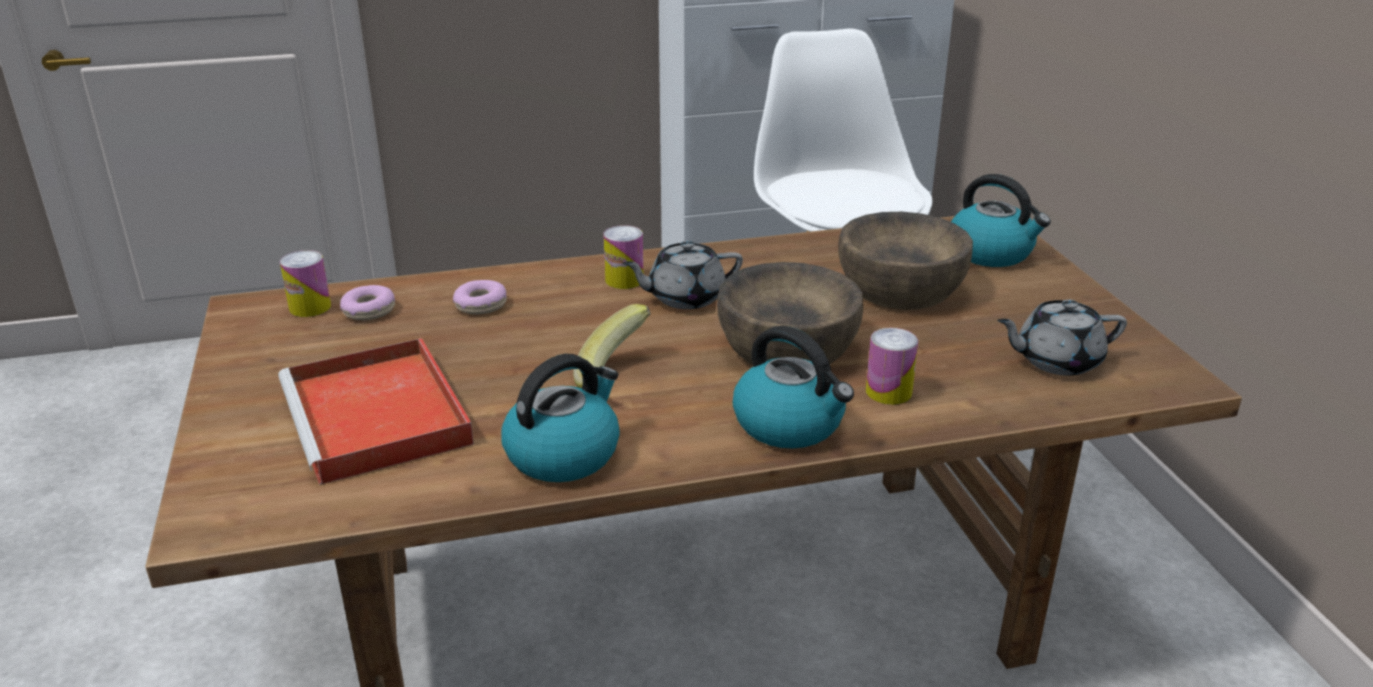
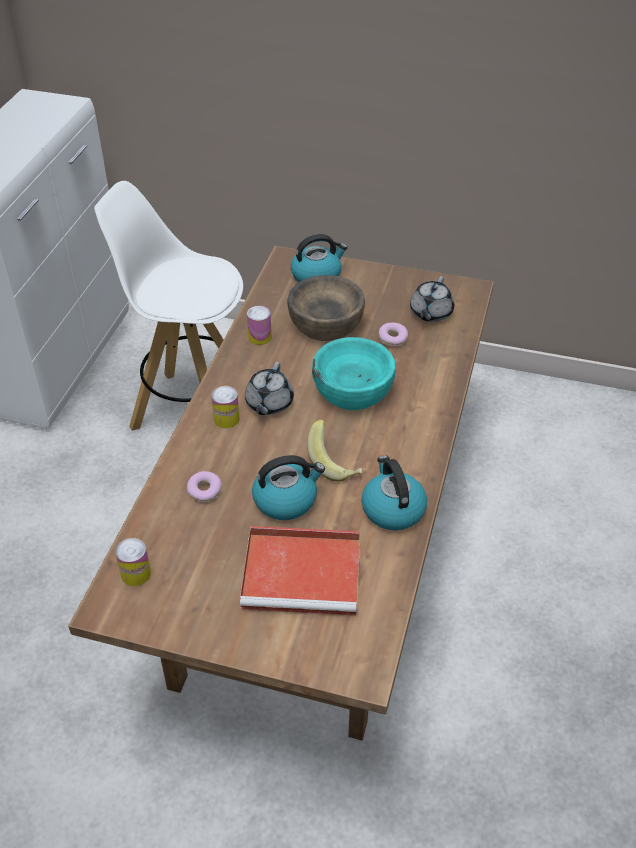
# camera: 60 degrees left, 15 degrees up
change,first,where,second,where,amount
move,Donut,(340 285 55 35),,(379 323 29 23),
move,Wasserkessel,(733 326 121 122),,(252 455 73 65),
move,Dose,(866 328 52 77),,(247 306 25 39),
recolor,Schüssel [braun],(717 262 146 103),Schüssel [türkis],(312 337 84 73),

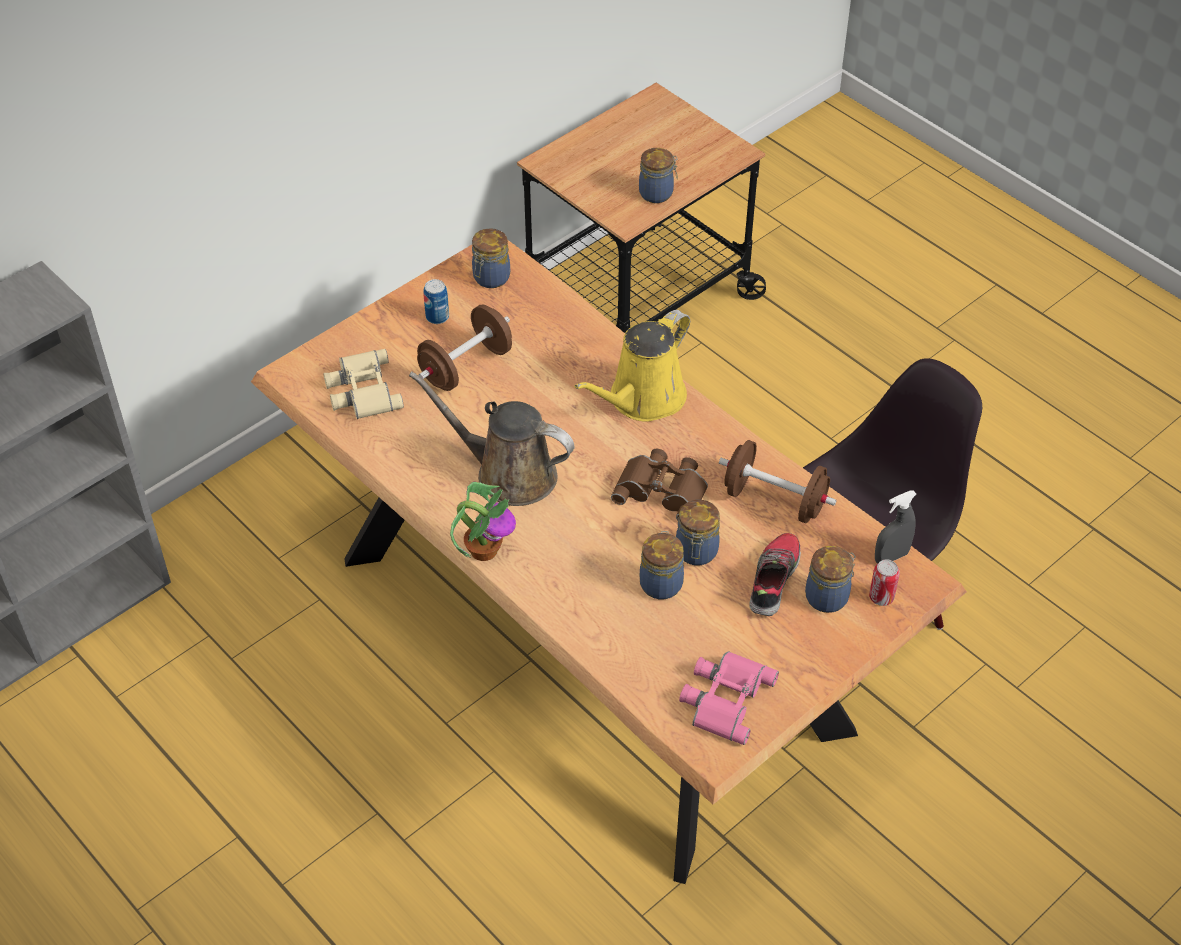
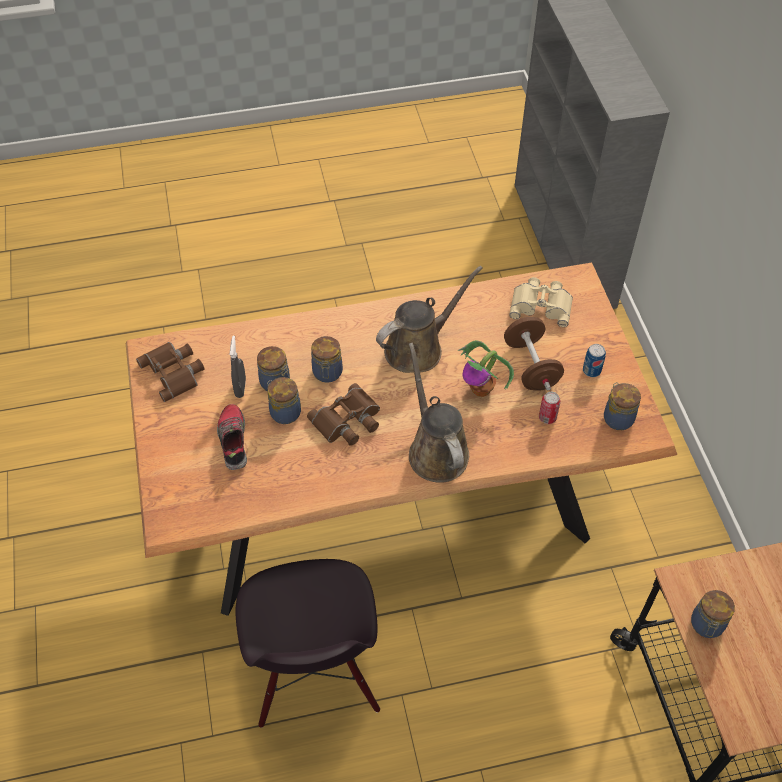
# camera: 120 degrees right, 5 degrees up
change,first,where,second,where,amount
delete,Hantel [braun],(719 440 118 83),,,
move,Topfpflanze,(450 482 66 79),,(457 340 57 57),
move,Vorratsglas,(805 546 51 67),,(311 336 32 47),
move,Dose,(869 559 31 47),,(539 392 22 32),
move,Sprühflasche [grau],(875 491 41 73),,(230 336 16 62),
recolor,Gießkanne [gelb],(574 310 116 112),Gießkanne [braun],(409 342 60 141),
recolor,Fernglas [rosa],(679 651 100 94),Fernglas [braun],(136 342 69 60),
rotate,Schuh,(749 533 52 83),,(217 404 30 66),150 degrees counterclockwise

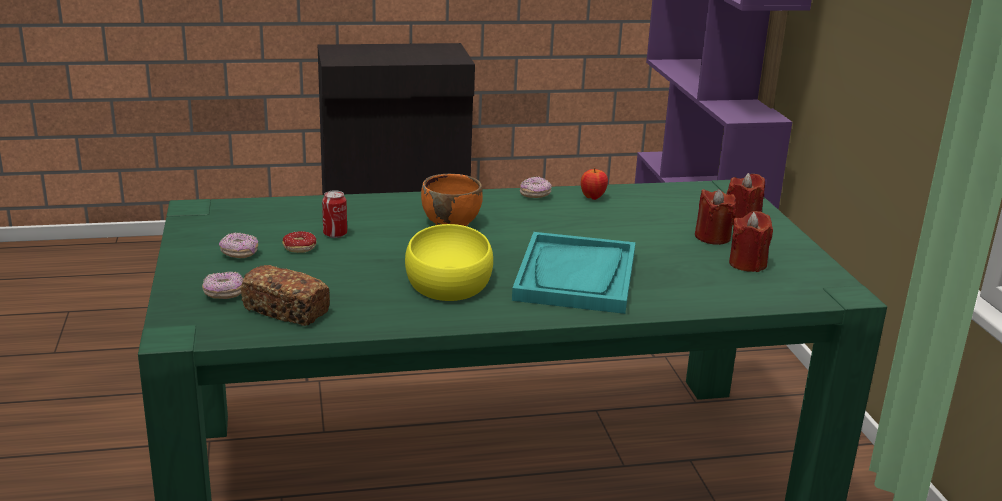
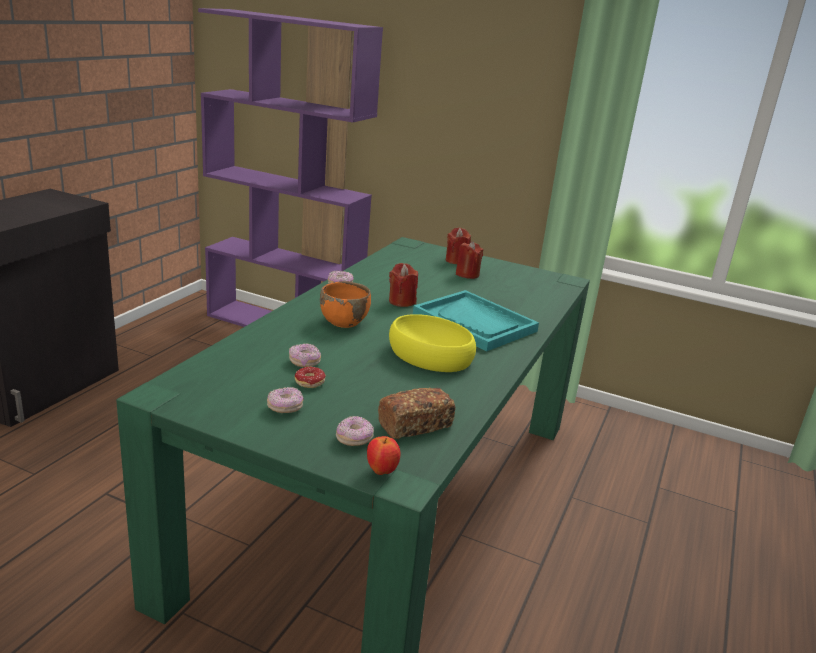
# camera: 55 degrees left, 0 degrees up
change,first,where,second,where,amount
move,Apfel,(581 168 27 32),,(367 436 33 39),
move,Kerze [rot],(729 211 44 61),,(389 263 29 44),
replace,Dose,(322 190 25 48),Donut,(289 343 32 24),

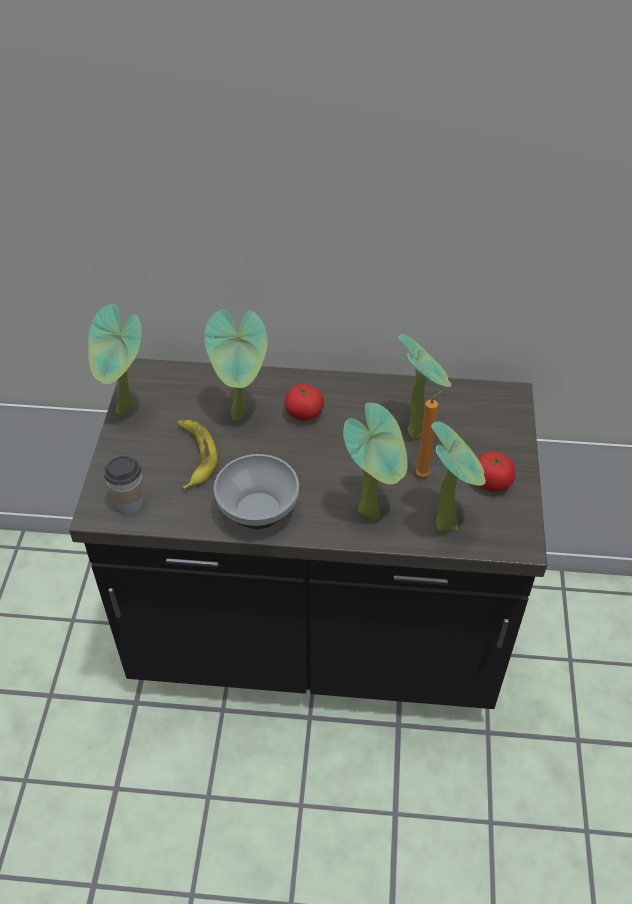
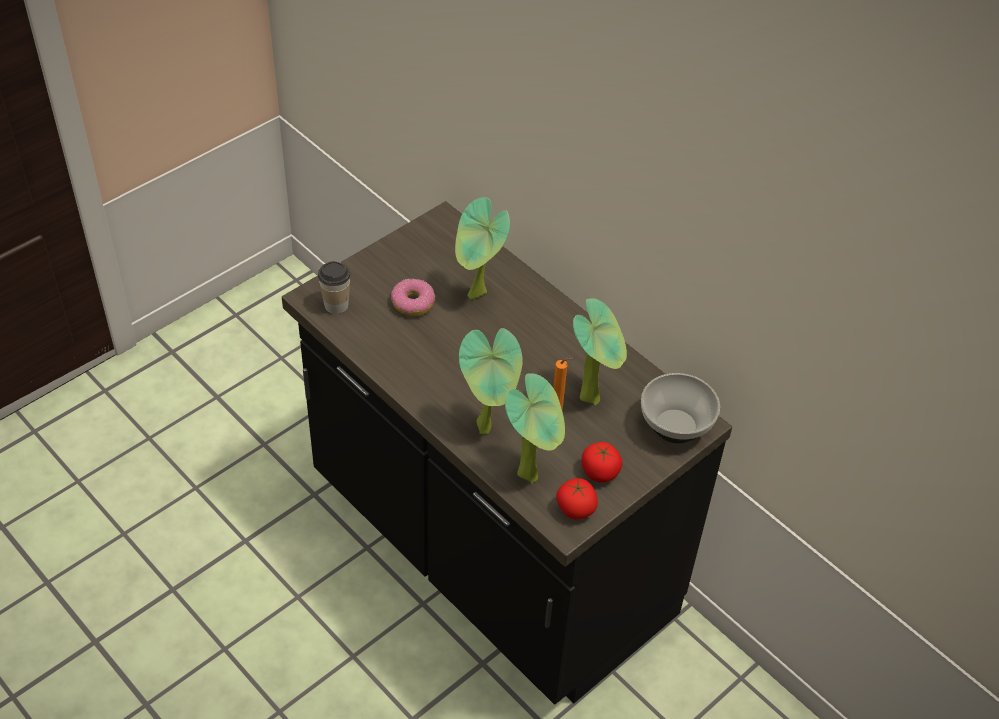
# camera: 40 degrees right, 0 degrees up
change,first,where,second,where,amount
delete,Topfpflanze,(88 304 54 112),,,
move,Schüssel,(214 454 85 75),,(641 373 79 70),
move,Tomate,(285 384 39 37),,(556 478 42 42),
replace,Banane,(178 420 40 69),Donut,(391 279 44 37),

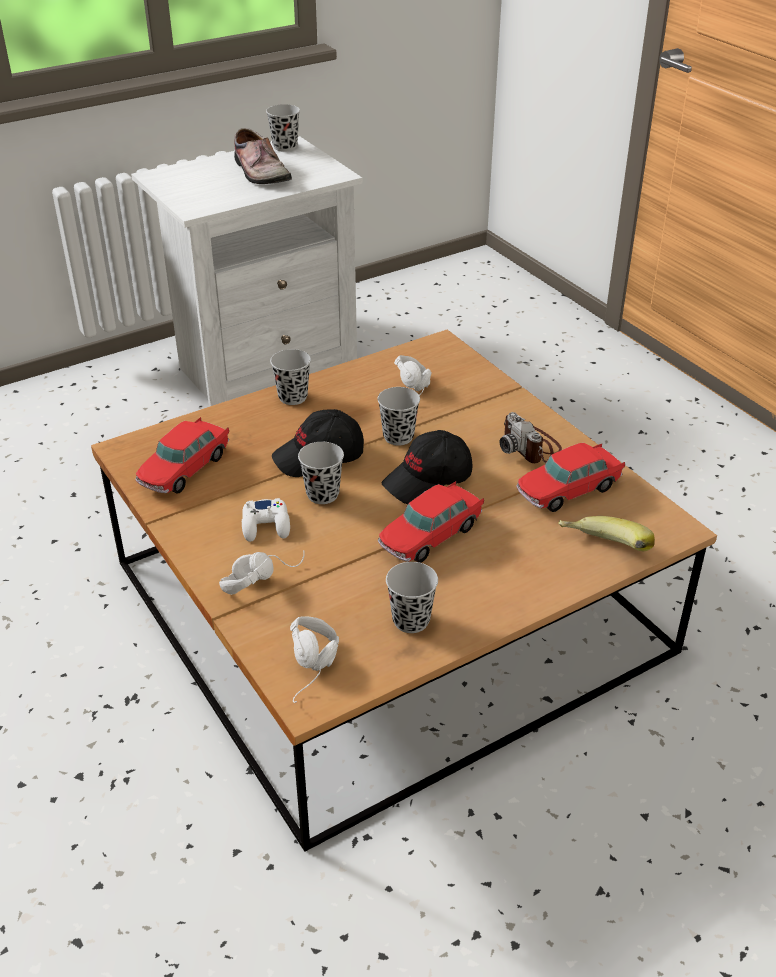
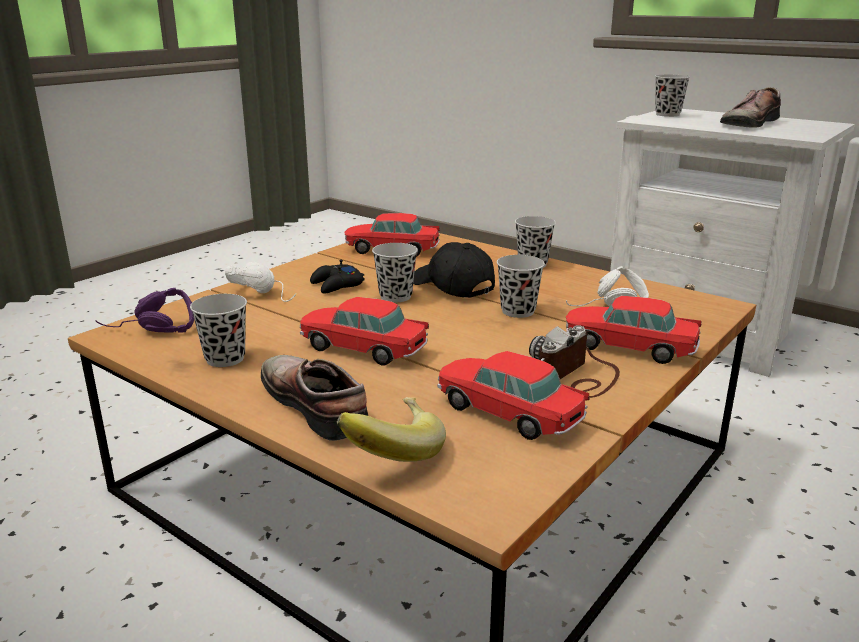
# camera: 70 degrees right, 15 degrees down
change,first,where,second,where,amount
delete,Kappe [schwarz],(382 430 90 74),,,
insert,,,Schuh,(261 355 107 86),
insert,,,Spielzeugauto,(566 296 136 68),
move,Tasse [schwarz],(266 104 34 48),,(655 75 35 42),
recolor,Gamepad [weiß],(242 498 48 44),Gamepad [schwarz],(310 260 54 34),
recolor,Kopfhörer [weiß],(290 616 49 87),Kopfhörer [lila],(95 288 99 45),

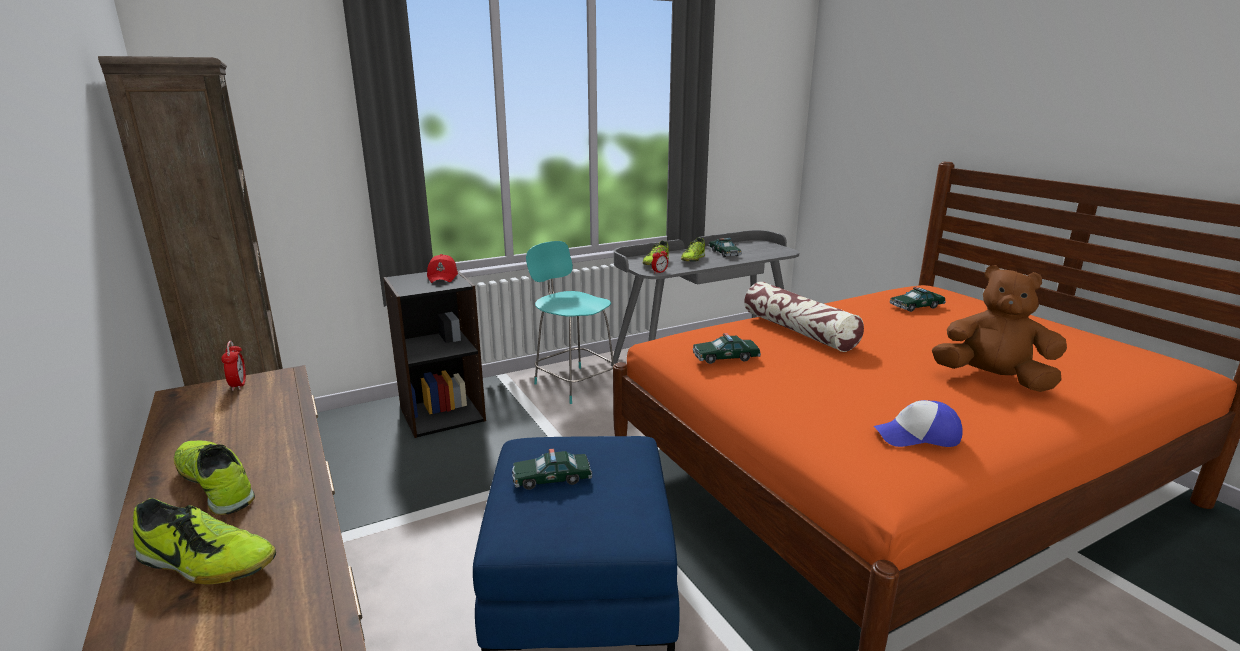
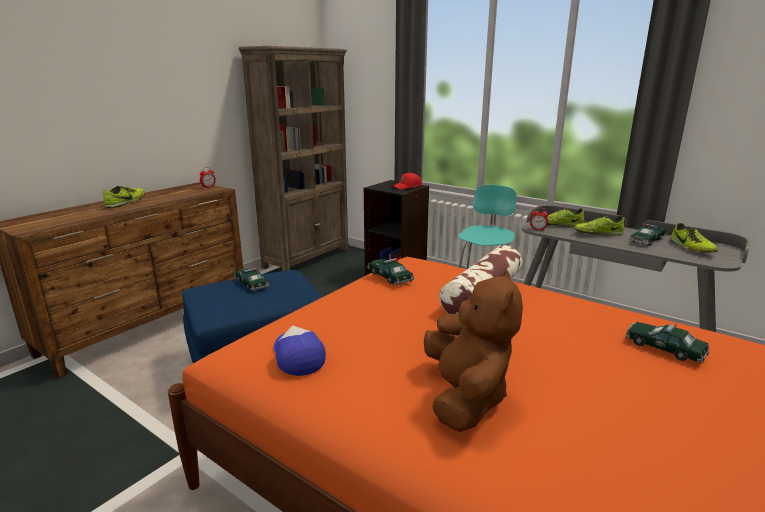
# camera: 65 degrees right, 0 degrees up
change,first,where,second,where,amount
move,Schuh,(133 498 143 86),,(670 223 48 30),

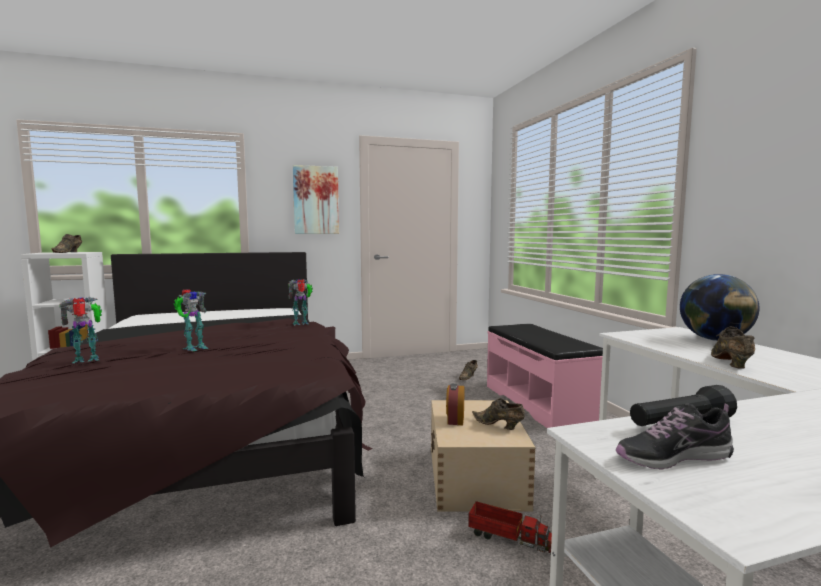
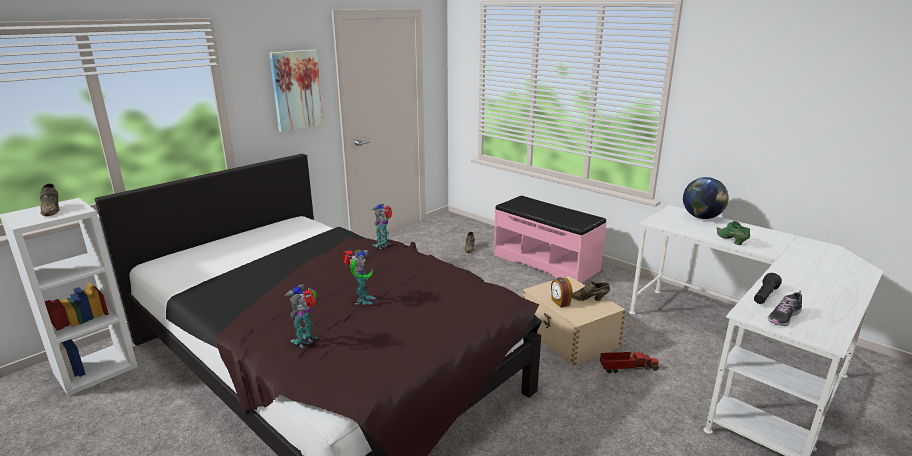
# camera: 30 degrees left, 15 degrees up
change,first,where,second,where,amount
recolor,Schuh [braun],(711 327 44 42),Schuh [grün],(717 221 33 24),

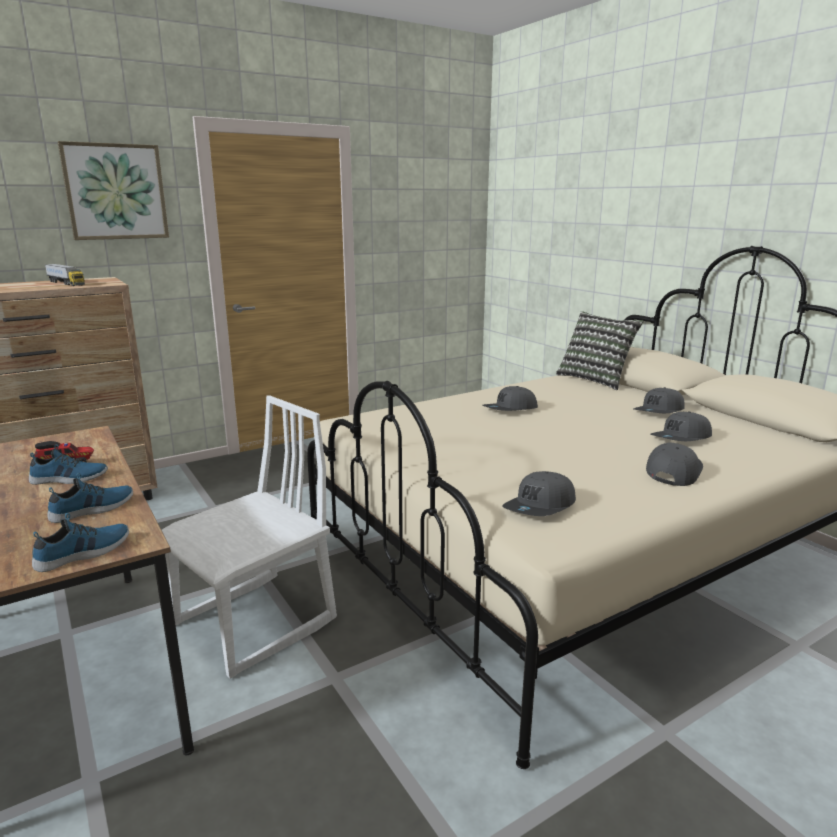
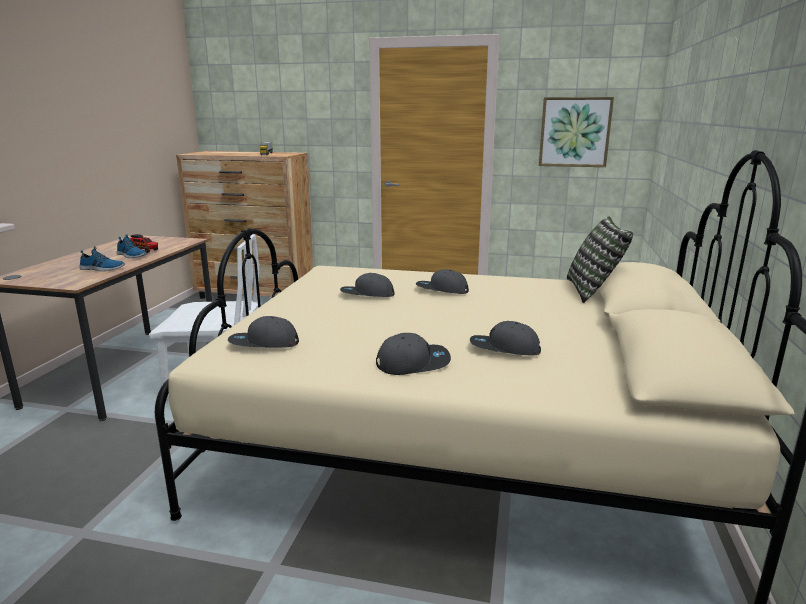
# camera: 45 degrees right, 0 degrees up
change,first,where,second,where,amount
delete,Schuh,(32 513 97 59),,,
move,Bild,(57 141 112 99),,(539 97 75 70),
move,Kappe [grau],(634 387 51 26),,(340 273 55 24),

